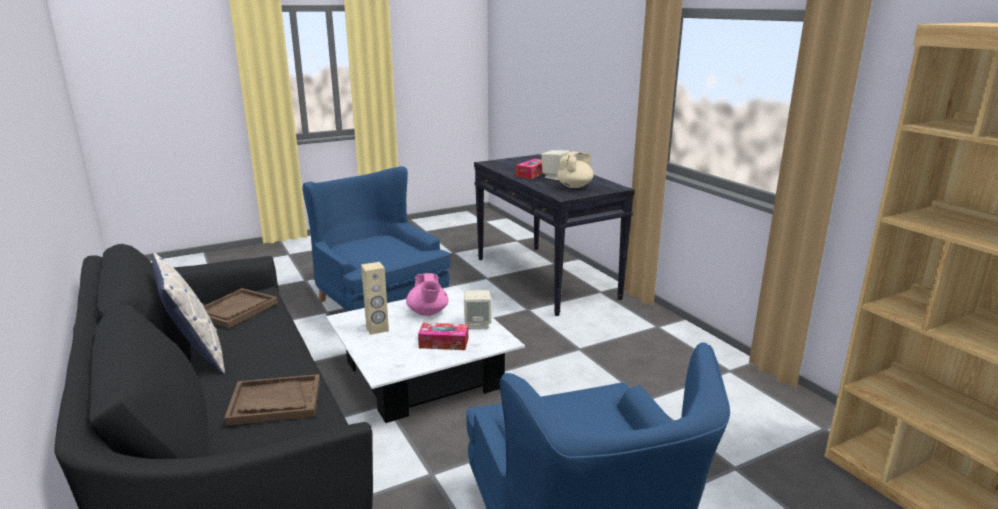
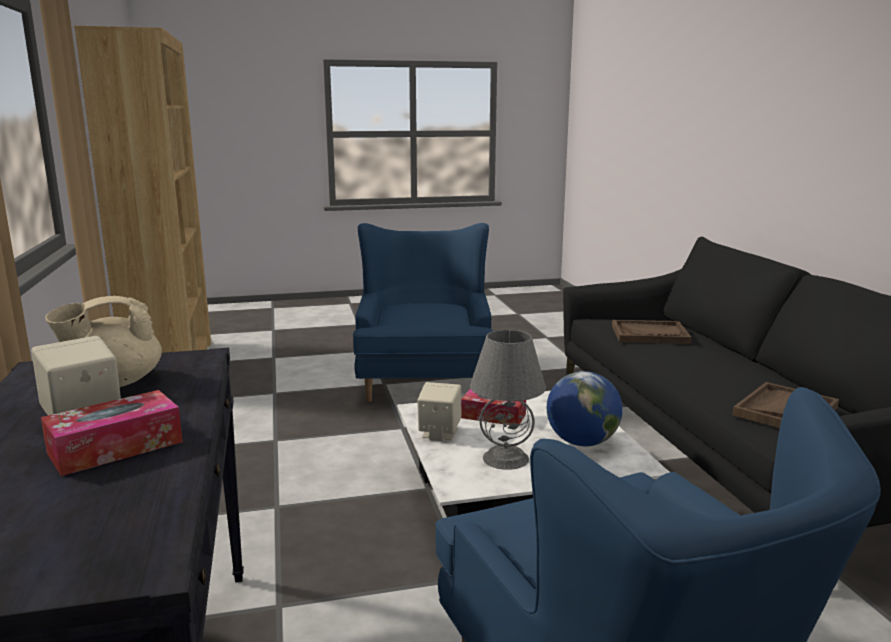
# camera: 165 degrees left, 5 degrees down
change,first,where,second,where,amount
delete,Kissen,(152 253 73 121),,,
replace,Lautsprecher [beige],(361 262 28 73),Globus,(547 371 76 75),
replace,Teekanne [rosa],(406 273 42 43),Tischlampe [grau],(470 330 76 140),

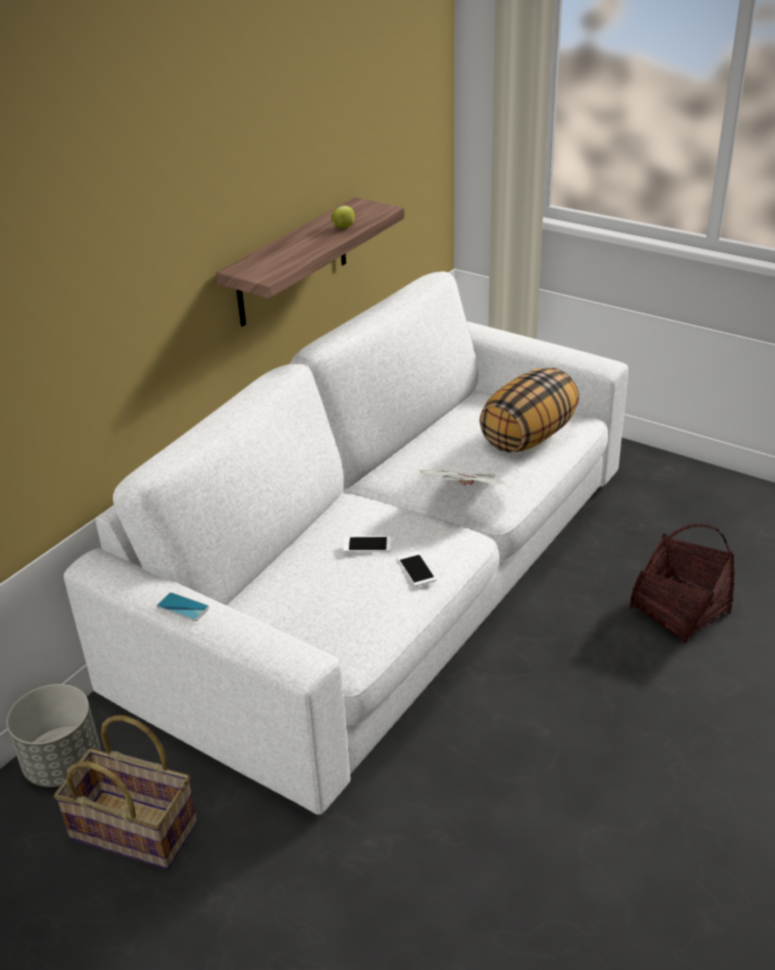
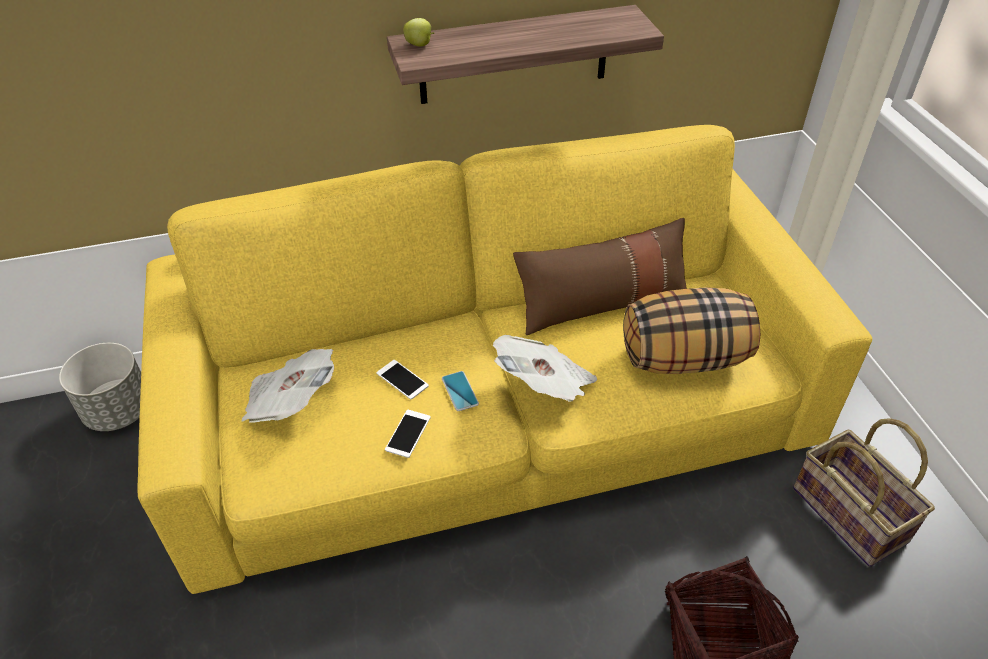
# camera: 40 degrees right, 10 degrees up
change,first,where,second,where,amount
insert,,,Zeitung,(242 349 92 74),
insert,,,Kissen [braun],(513 218 174 117),
move,Korb,(54 715 143 154),,(793 418 142 149),
move,Handy,(156 592 53 29),,(442 371 37 40),
move,Apfel,(331 206 24 22),,(403 18 31 28),
recolor,Sofa [weiß],(64 272 564 543),Sofa [gelb],(137 125 735 469),

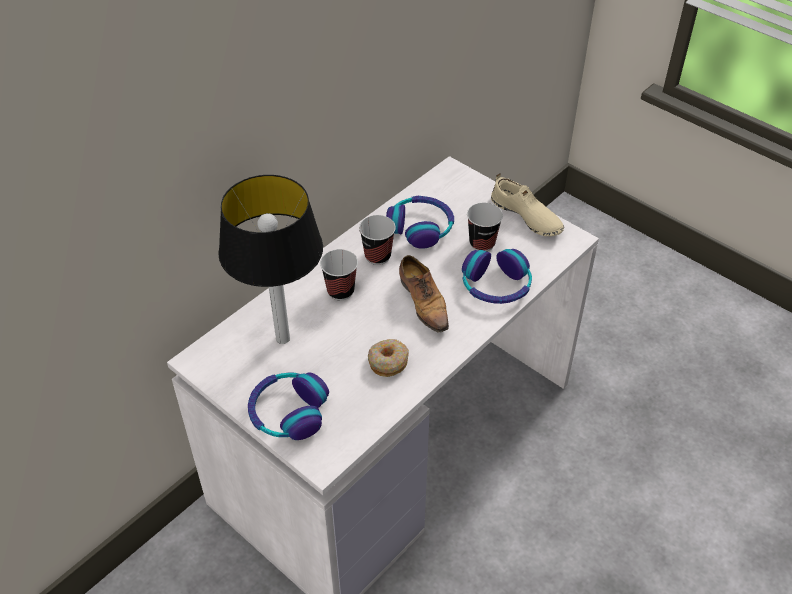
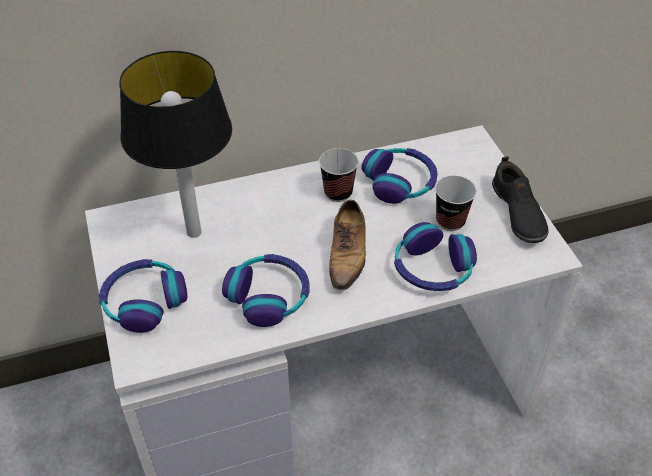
# camera: 30 degrees right, 0 degrees up
change,first,where,second,where,amount
delete,Tasse,(320 249 38 52),,,
replace,Donut,(368 339 41 38),Kopfhörer,(222 254 87 73),
recolor,Schuh [beige],(491 173 73 63),Schuh [schwarz],(492 156 57 87),

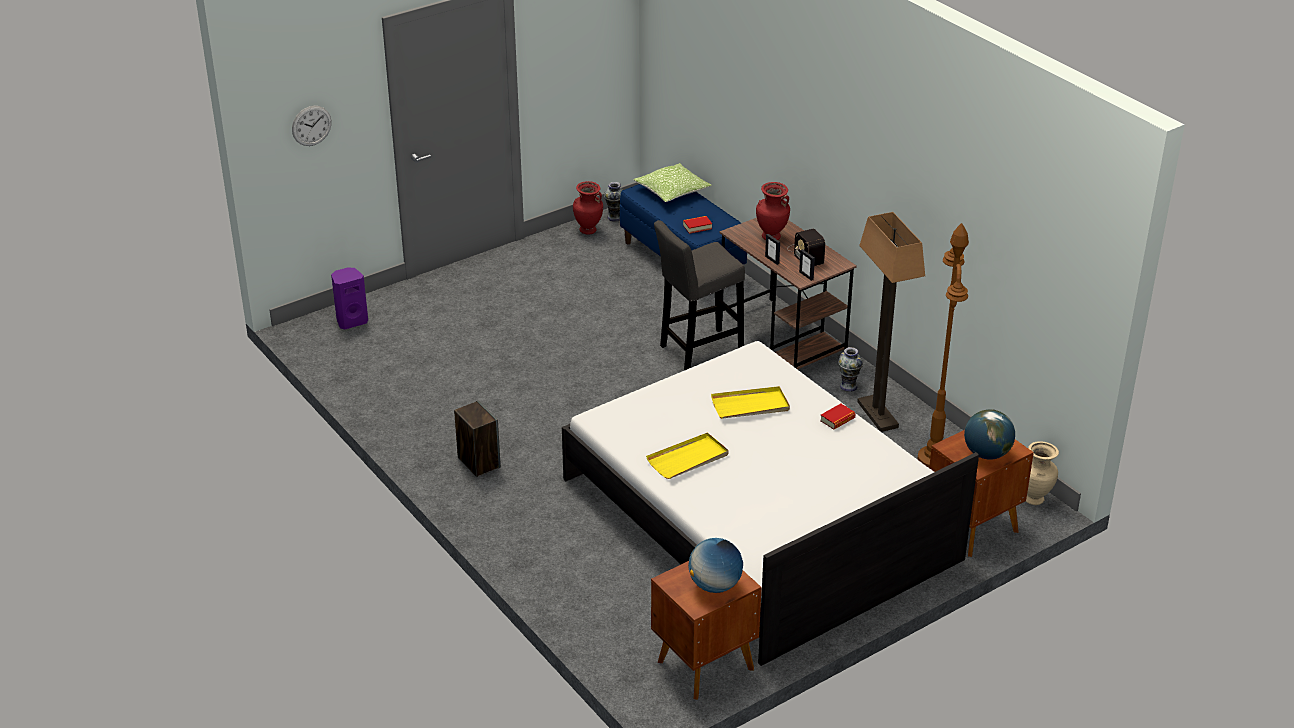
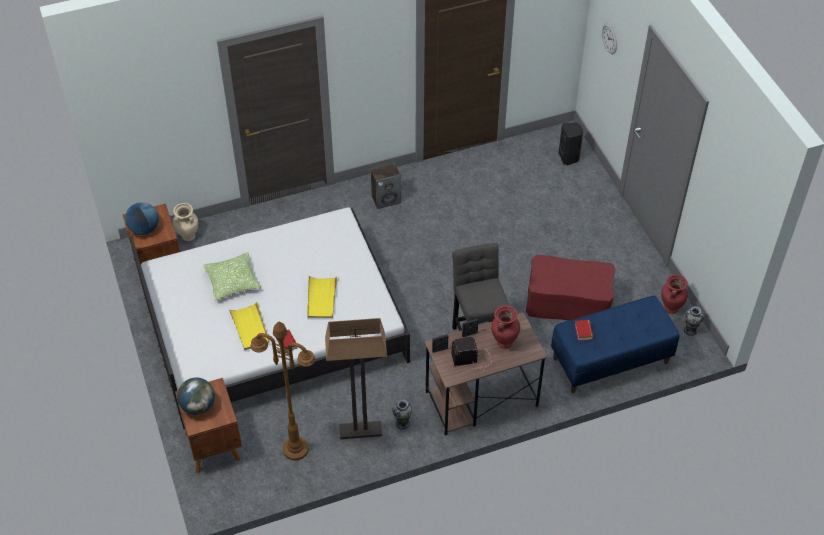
# camera: 105 degrees right, 15 degrees up
change,first,where,second,where,amount
insert,,,Polsterhocker [rot],(526 255 90 65),
move,Kissen,(634 163 77 39),,(203 252 58 49),
move,Tablett [gelb],(646 433 83 46),,(229 302 40 48),
move,Vase [beige],(1026 441 33 64),,(173 203 25 38),
recolor,Lautsprecher [lila],(331 267 37 62),Lautsprecher [schwarz],(559 122 24 43),

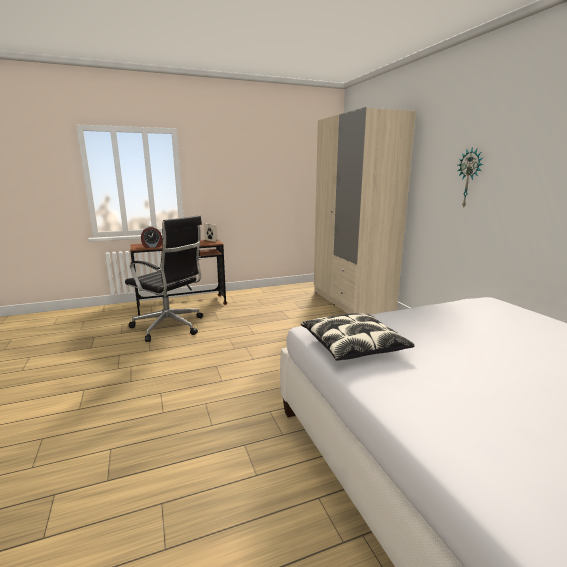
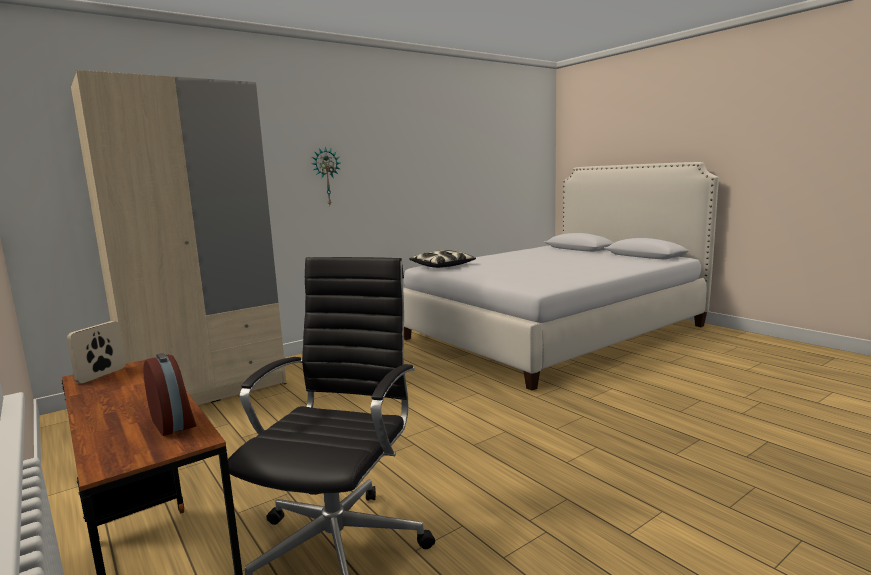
# camera: 105 degrees left, 5 degrees down
change,first,where,second,where,amount
move,Kissen,(301 313 114 48),,(409 250 67 18),

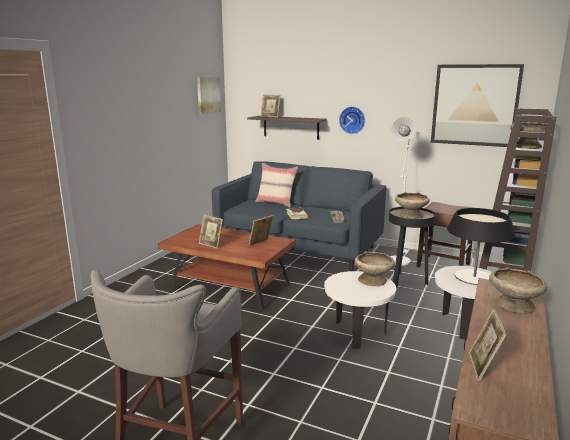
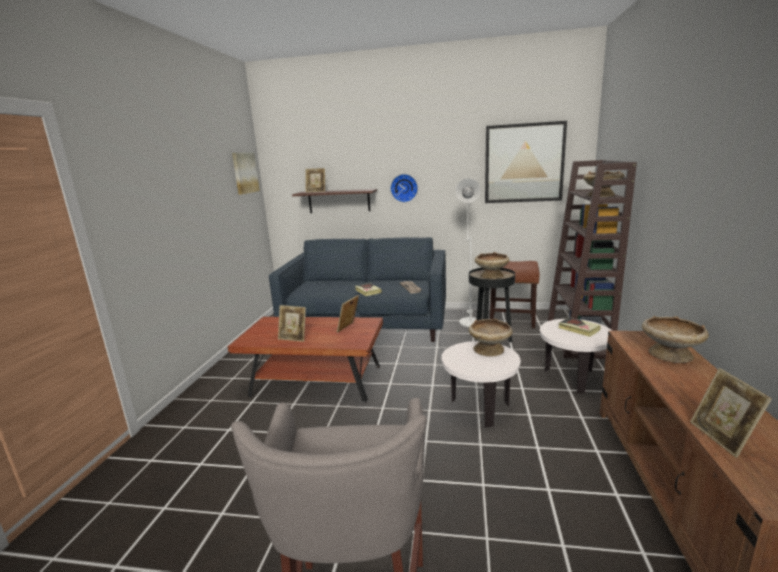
# camera: 15 degrees left, 0 degrees up
change,first,where,second,where,amount
delete,Kissen [beige],(255 163 43 45),,,
replace,Tischlampe,(447 208 68 77),Buch,(558 317 43 20),

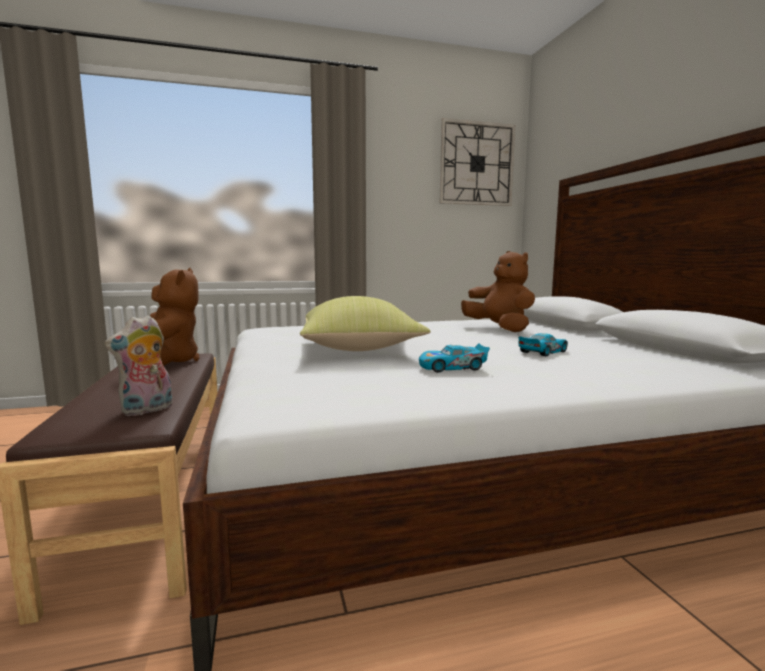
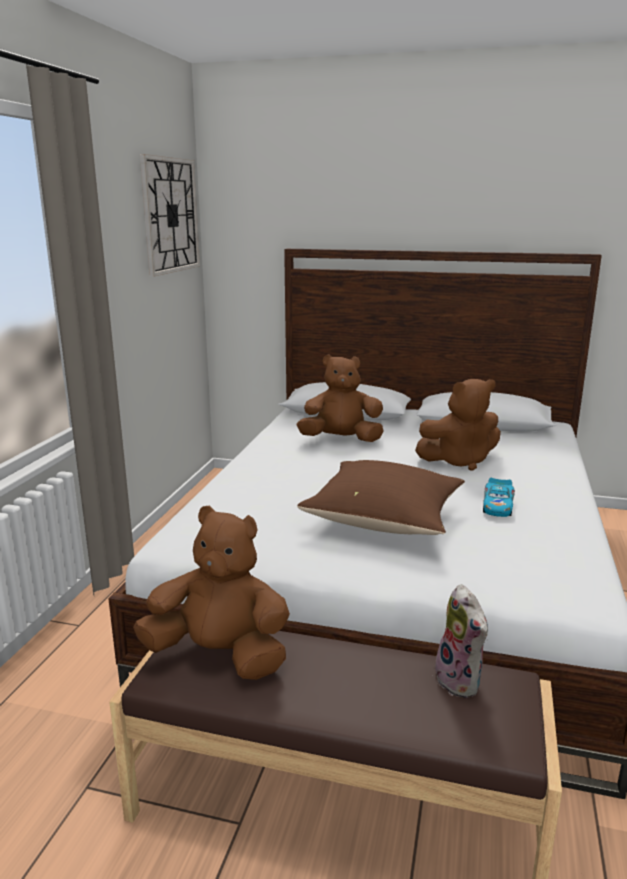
# camera: 60 degrees left, 10 degrees up
change,first,where,second,where,amount
replace,Spielzeugauto,(518 333 50 23),Plüschtier [braun],(415 379 86 92),
recolor,Kissen [gelb],(300 296 131 55),Kissen [braun],(297 460 168 75),

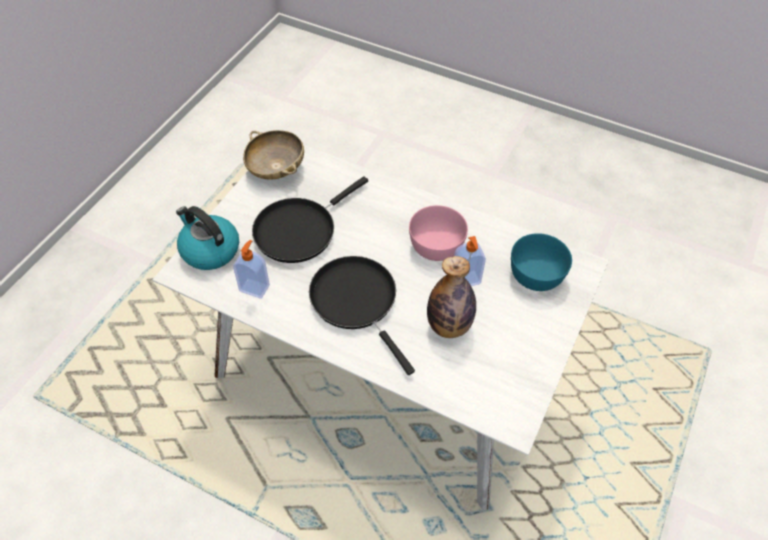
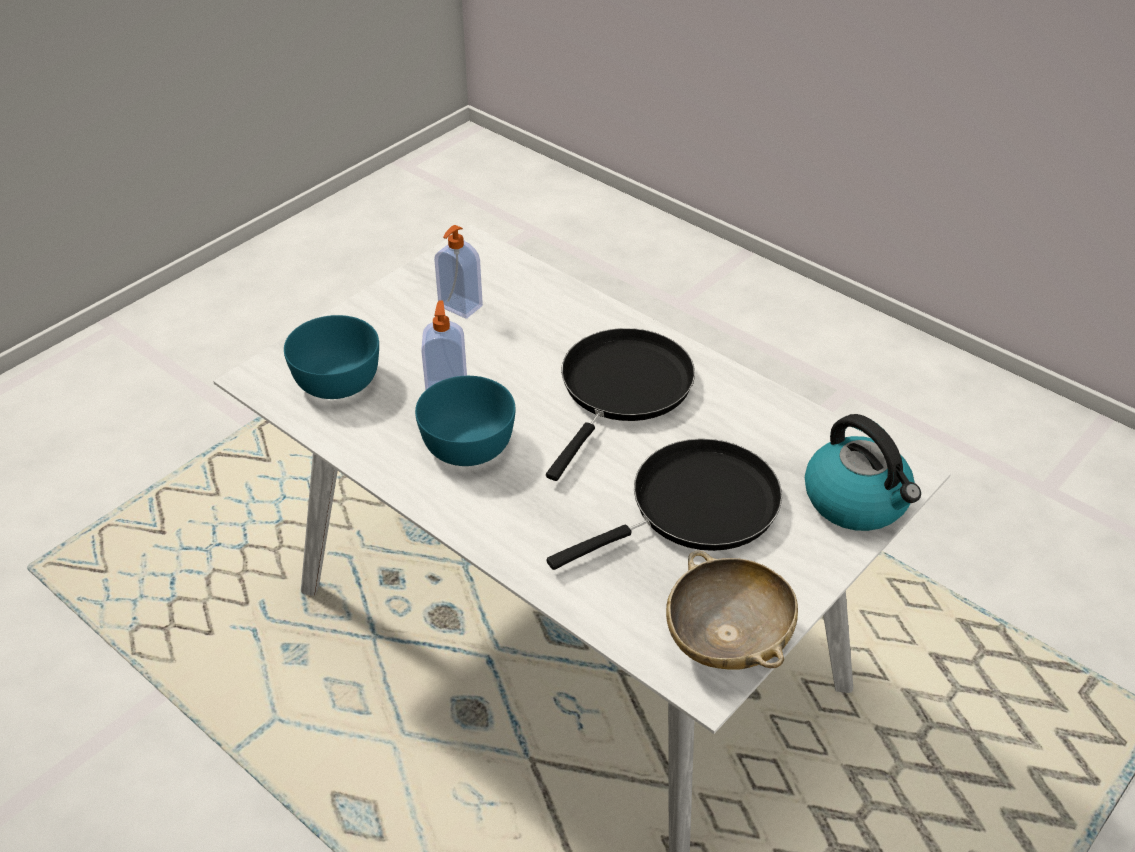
# camera: 165 degrees left, 10 degrees down
change,first,where,second,where,amount
delete,Flasche,(427 256 49 82),,,
move,Seifenspender,(233 240 37 59),,(434 225 49 94),
recolor,Schüssel [rosa],(409 205 59 56),Schüssel [türkis],(415 376 100 90),
rotate,Pfanne [schwarz],(309 256 106 119),,(546 328 149 153),135 degrees counterclockwise

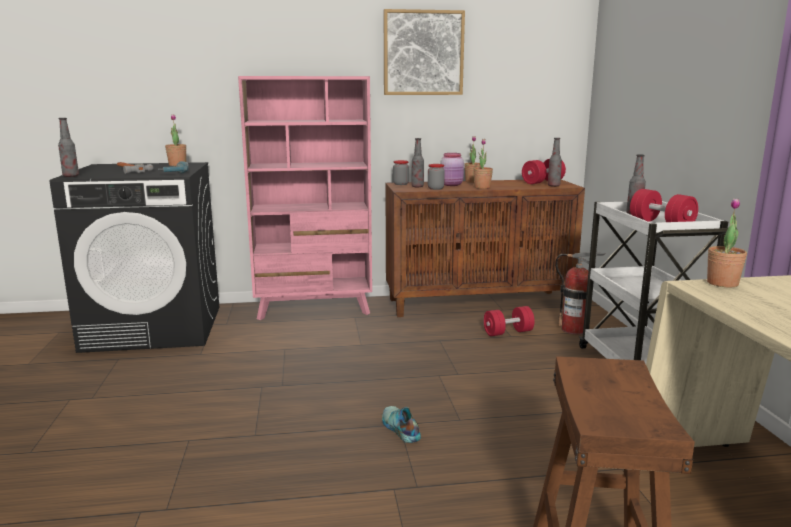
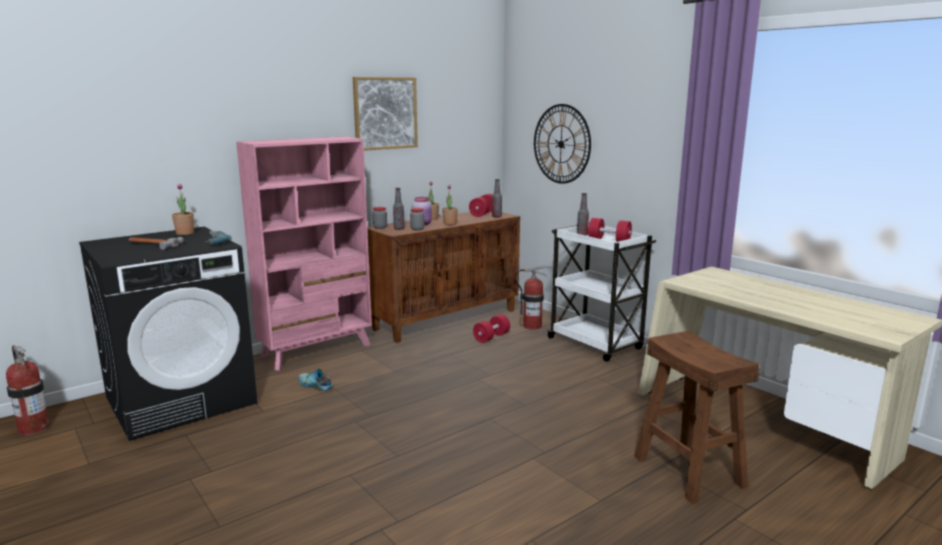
# camera: 30 degrees left, 0 degrees up
change,first,where,second,where,amount
delete,Flasche,(58 118 21 59),,,
delete,Topfpflanze,(707 198 40 89),,,
insert,,,Feuerlöscher,(6 345 43 90),
insert,,,Wanduhr,(534 104 57 80),
move,Schuh,(382 406 39 37),,(298 369 35 22),

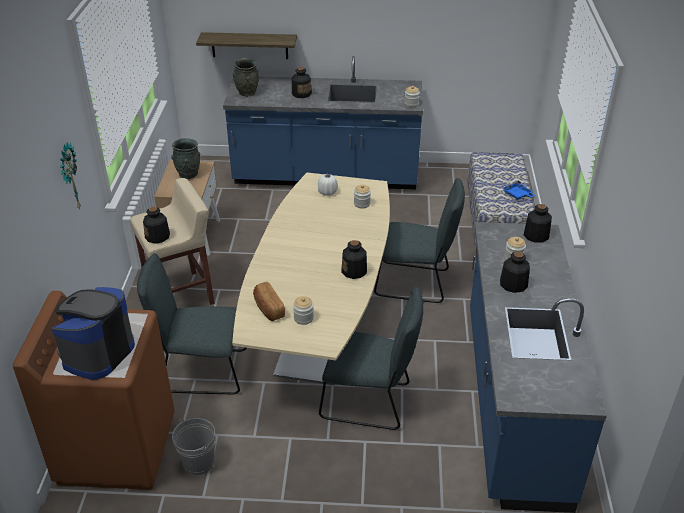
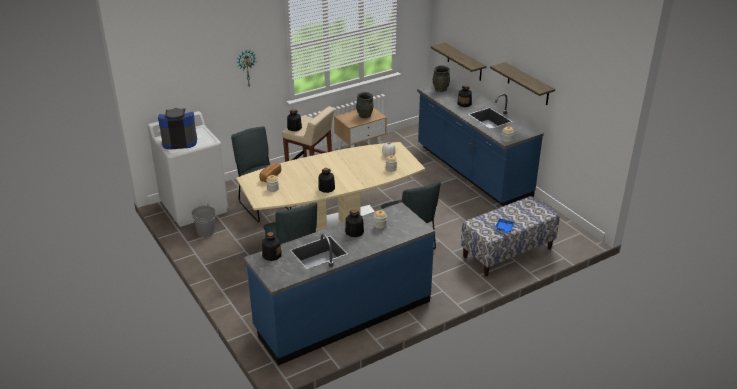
# camera: 55 degrees right, 5 degrees down
change,first,where,second,where,amount
insert,,,Wandregal,(490 62 65 43),
move,Flasche,(524 204 28 39),,(262 232 20 29),
recolor,Waschmaschine [braun],(13 291 162 199),Waschmaschine [weiß],(148 111 80 116),

